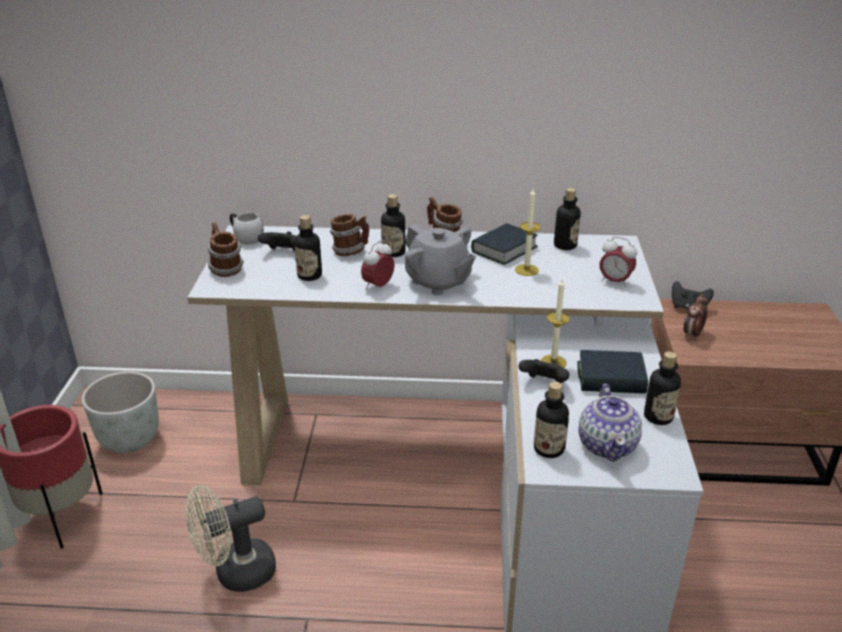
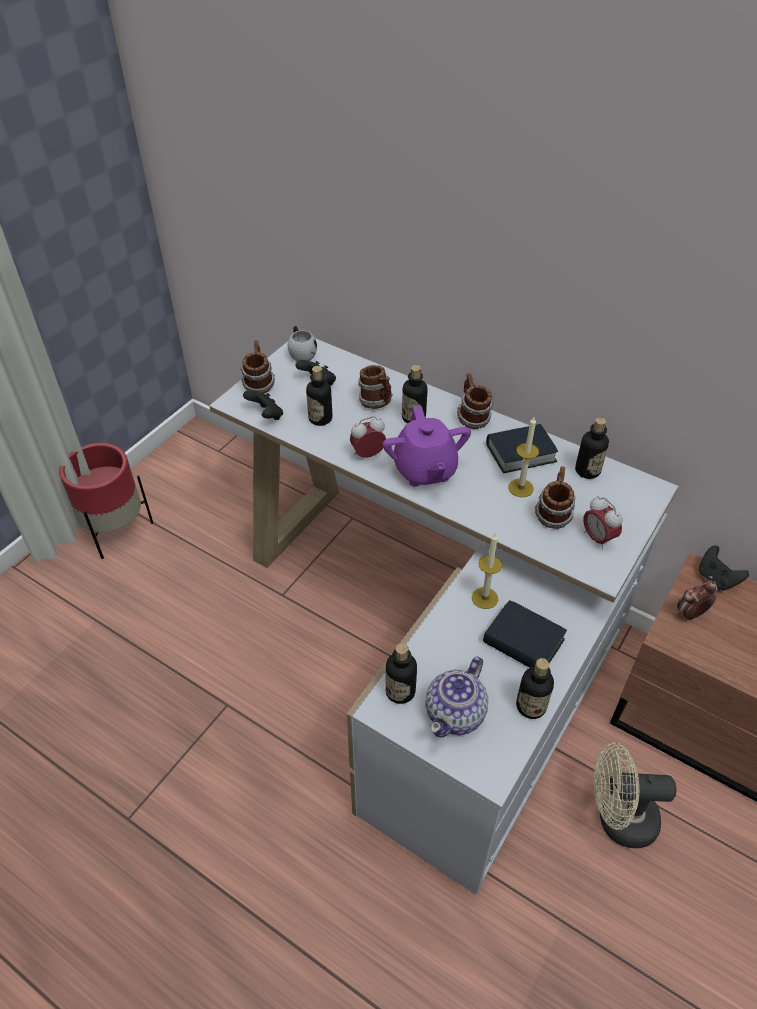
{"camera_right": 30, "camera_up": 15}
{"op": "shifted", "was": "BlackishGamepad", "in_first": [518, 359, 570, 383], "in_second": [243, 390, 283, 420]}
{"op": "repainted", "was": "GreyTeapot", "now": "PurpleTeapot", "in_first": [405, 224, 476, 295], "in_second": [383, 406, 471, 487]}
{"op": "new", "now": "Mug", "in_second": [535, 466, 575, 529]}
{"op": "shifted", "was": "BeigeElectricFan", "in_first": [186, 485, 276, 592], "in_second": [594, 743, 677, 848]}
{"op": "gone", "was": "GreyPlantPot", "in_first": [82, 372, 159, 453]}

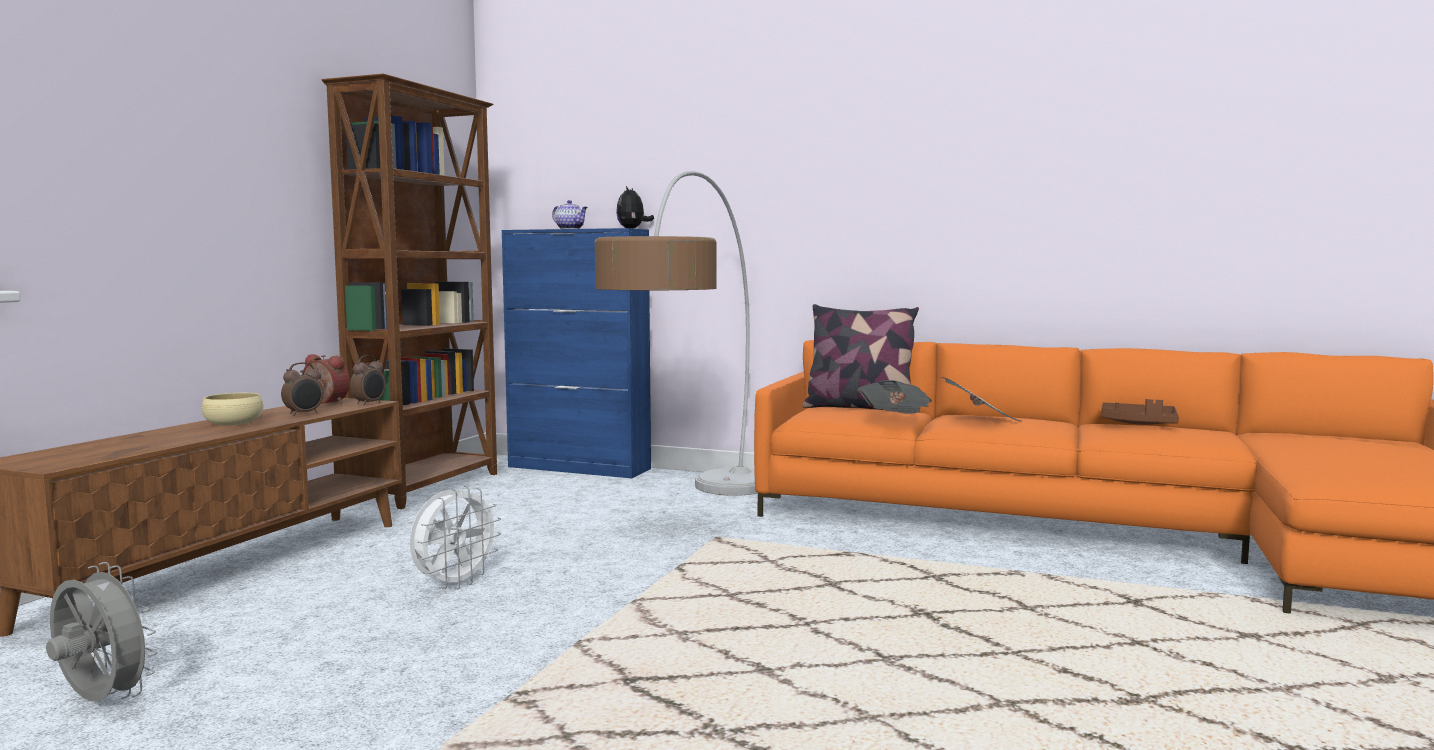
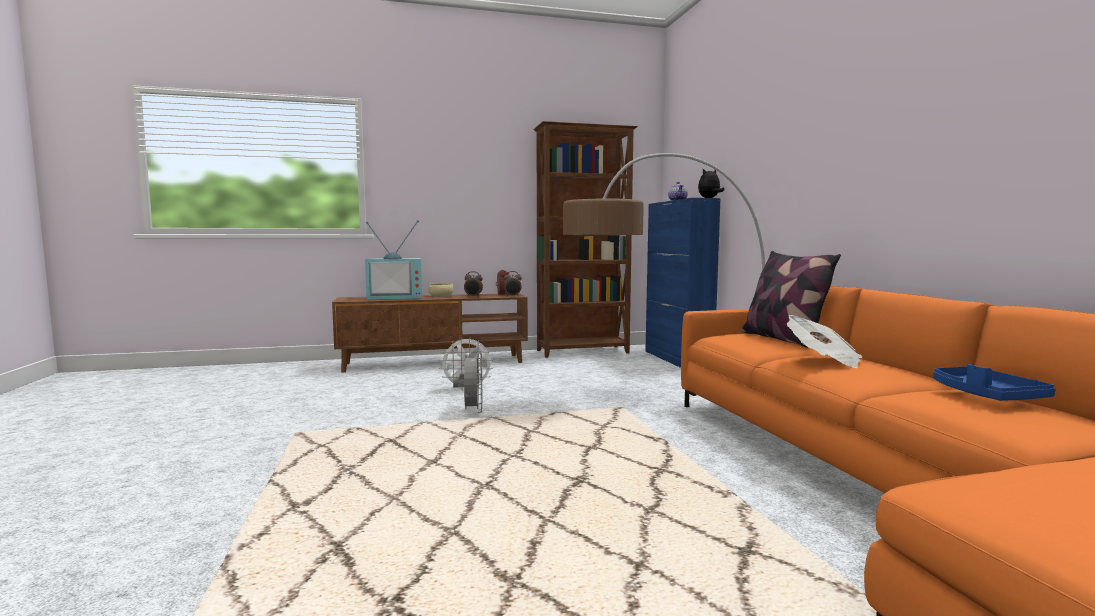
{"camera_right": 55, "camera_up": 0}
{"op": "new", "now": "Tv", "in_second": [365, 220, 422, 300]}
{"op": "shifted", "was": "GreyElectricFan", "in_first": [46, 562, 158, 701], "in_second": [453, 351, 483, 413]}
{"op": "repainted", "was": "BrownishTray", "now": "BlueTray", "in_first": [1101, 399, 1179, 425], "in_second": [933, 364, 1056, 401]}
{"op": "gone", "was": "Newspaper", "in_first": [857, 380, 932, 414]}

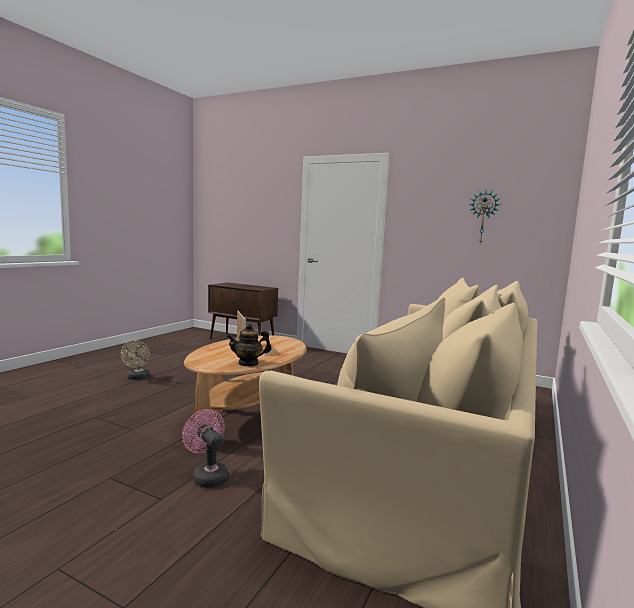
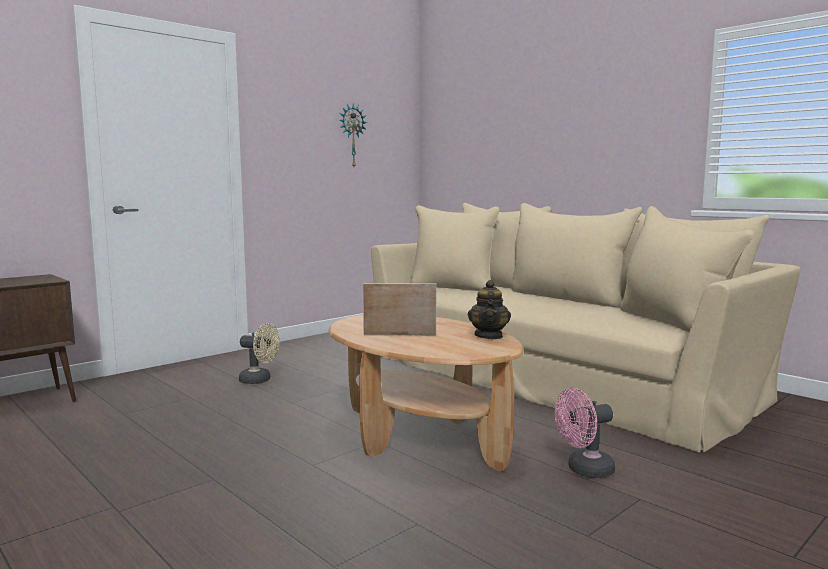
{"camera_right": -70, "camera_up": 0}
{"op": "shifted", "was": "BeigeElectricFan", "in_first": [120, 340, 150, 380], "in_second": [239, 323, 280, 384]}

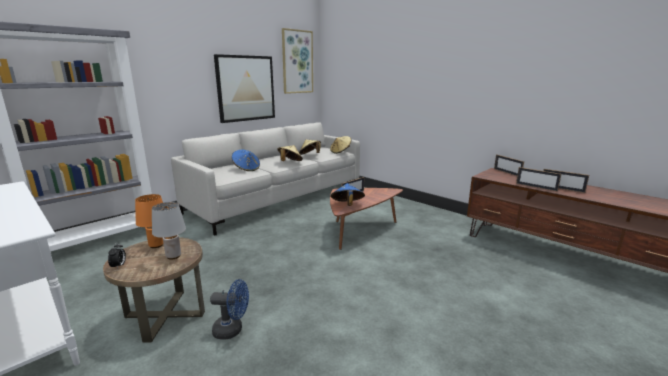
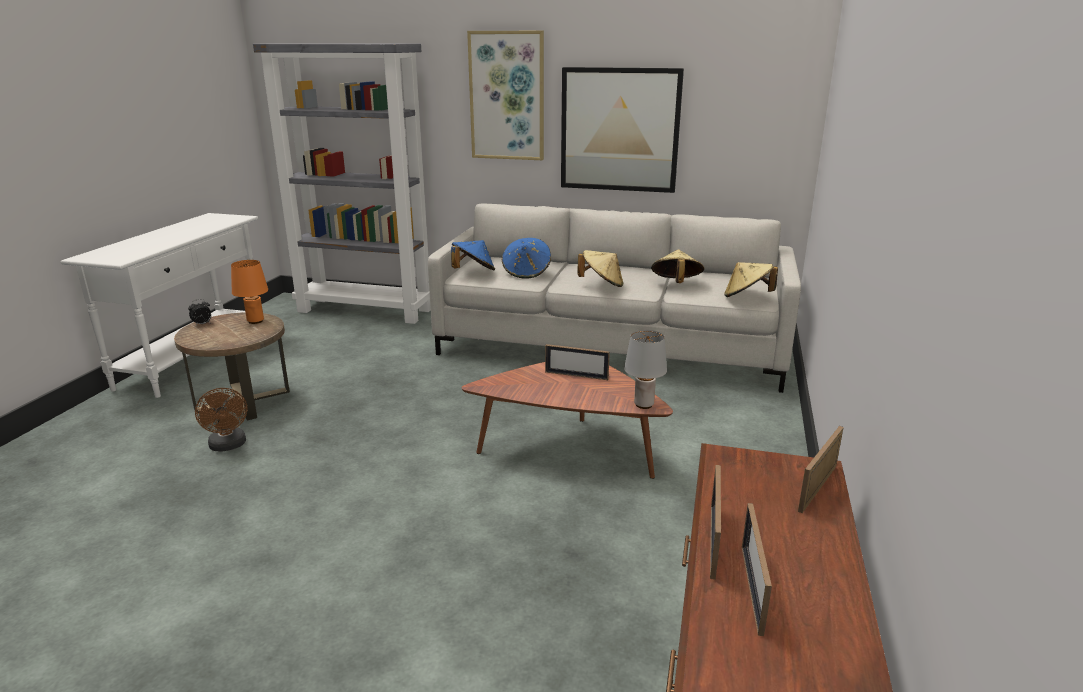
{"camera_right": 60, "camera_up": 5}
{"op": "repainted", "was": "BlueElectricFan", "now": "BrownishElectricFan", "in_first": [210, 279, 249, 340], "in_second": [195, 388, 248, 452]}
{"op": "shifted", "was": "BlueHat", "in_first": [331, 183, 365, 206], "in_second": [451, 240, 495, 270]}
{"op": "shifted", "was": "Picture", "in_first": [282, 28, 313, 94], "in_second": [467, 31, 544, 160]}
{"op": "shifted", "was": "GreyTabletopLamp", "in_first": [152, 202, 186, 260], "in_second": [624, 330, 667, 409]}

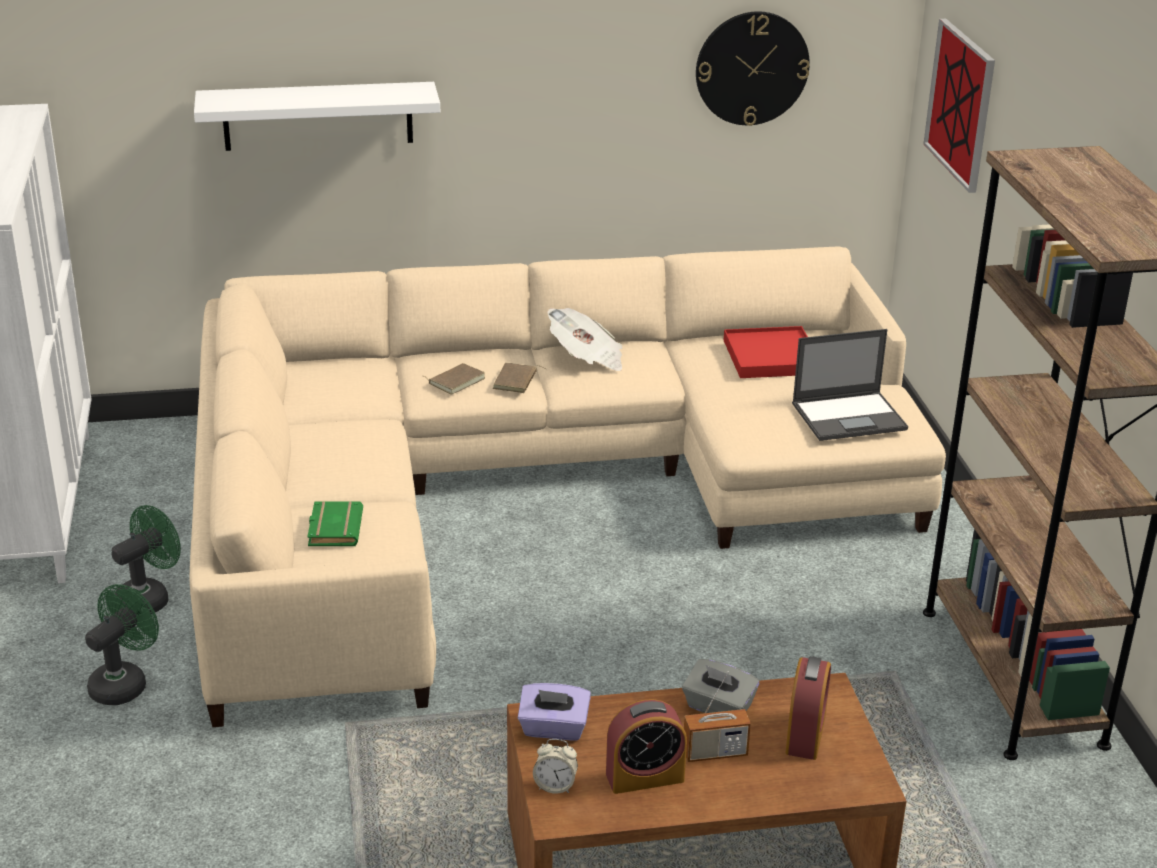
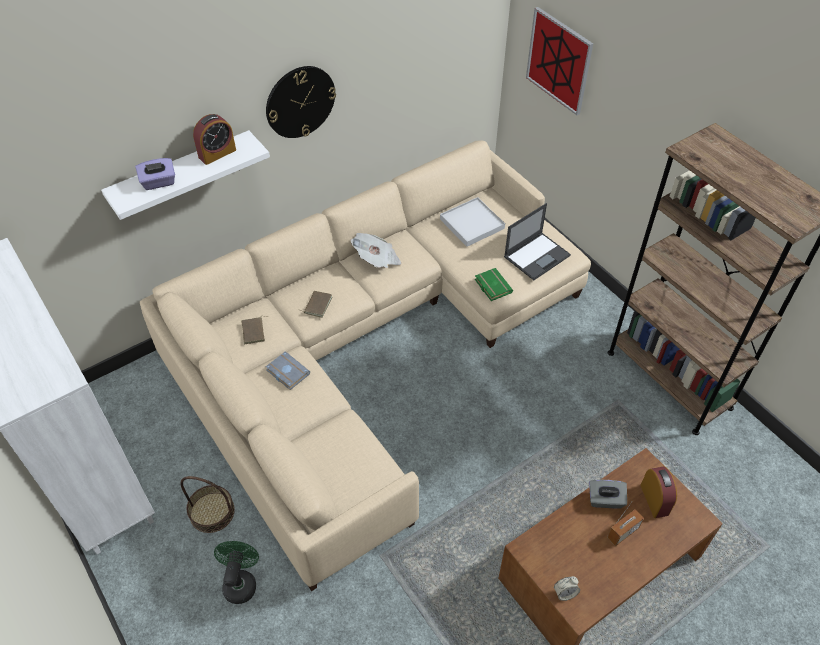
{"camera_right": -25, "camera_up": 20}
{"op": "shifted", "was": "PurpleTissueBox", "in_first": [518, 683, 591, 740], "in_second": [135, 158, 175, 190]}
{"op": "swapped", "was": "GreenColouredElectricFan", "now": "HouseholdBasket", "in_first": [111, 505, 181, 615], "in_second": [180, 476, 235, 533]}
{"op": "shifted", "was": "BedsideClock", "in_first": [606, 699, 687, 794], "in_second": [193, 114, 236, 165]}
{"op": "shifted", "was": "BrownishVolume", "in_first": [493, 362, 546, 393], "in_second": [241, 316, 268, 344]}
{"op": "shifted", "was": "ClockOnTheWall", "in_first": [696, 11, 810, 126], "in_second": [266, 66, 336, 138]}
{"op": "new", "now": "GreyVolume", "in_second": [266, 352, 310, 390]}
{"op": "repainted", "was": "ReddishTray", "now": "WhiteColouredTray", "in_first": [724, 326, 808, 378], "in_second": [440, 197, 505, 247]}
{"op": "shifted", "was": "GreenColouredVolume", "in_first": [307, 501, 363, 546], "in_second": [475, 268, 513, 301]}

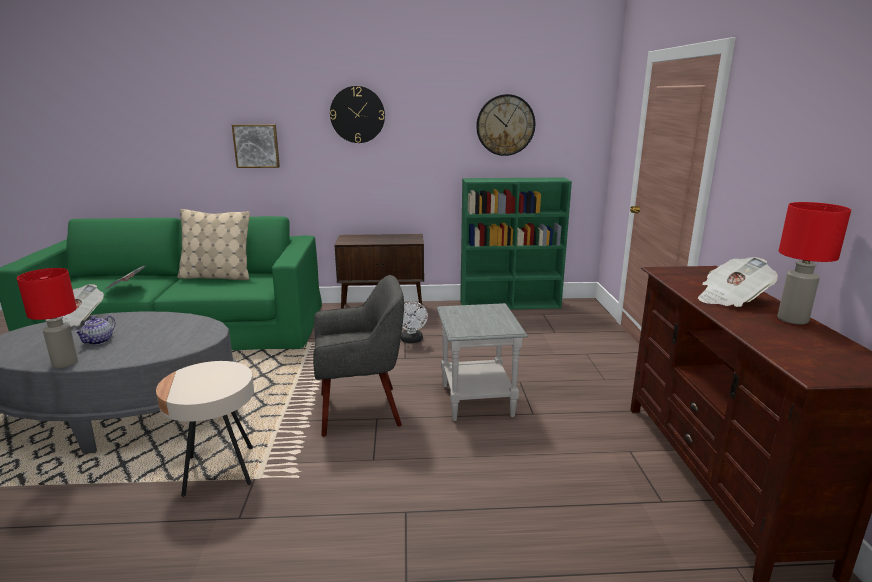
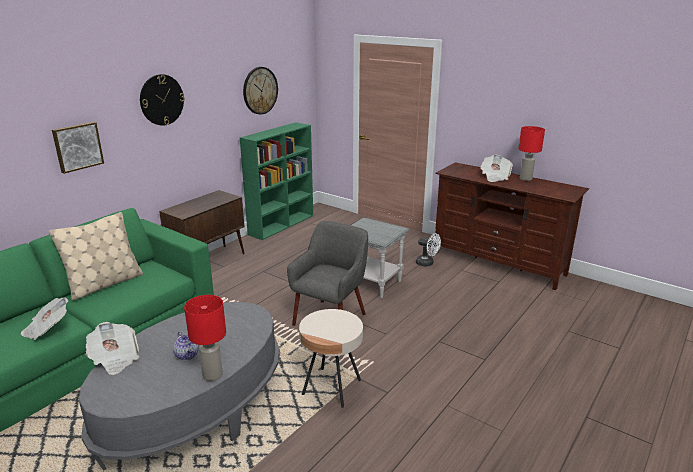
{"camera_right": -50, "camera_up": 5}
{"op": "shifted", "was": "WhiteColouredElectricFan", "in_first": [401, 302, 428, 343], "in_second": [416, 233, 441, 267]}

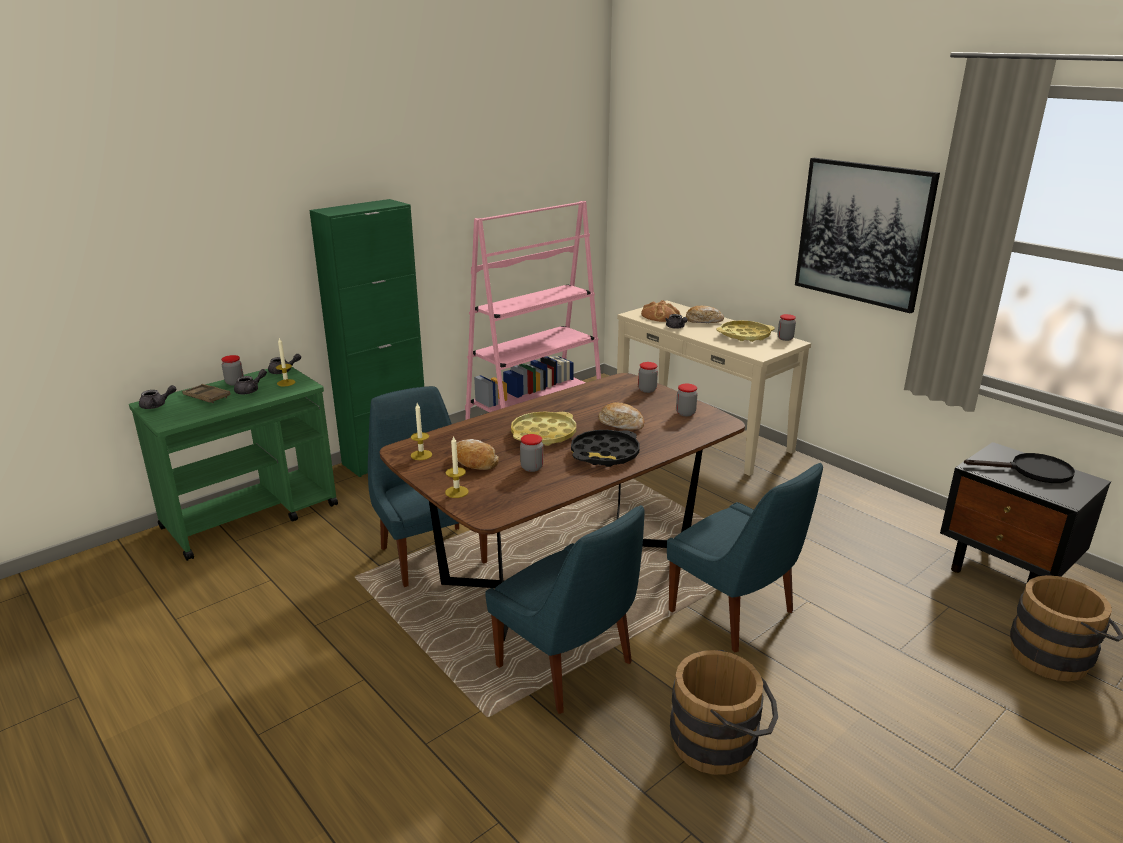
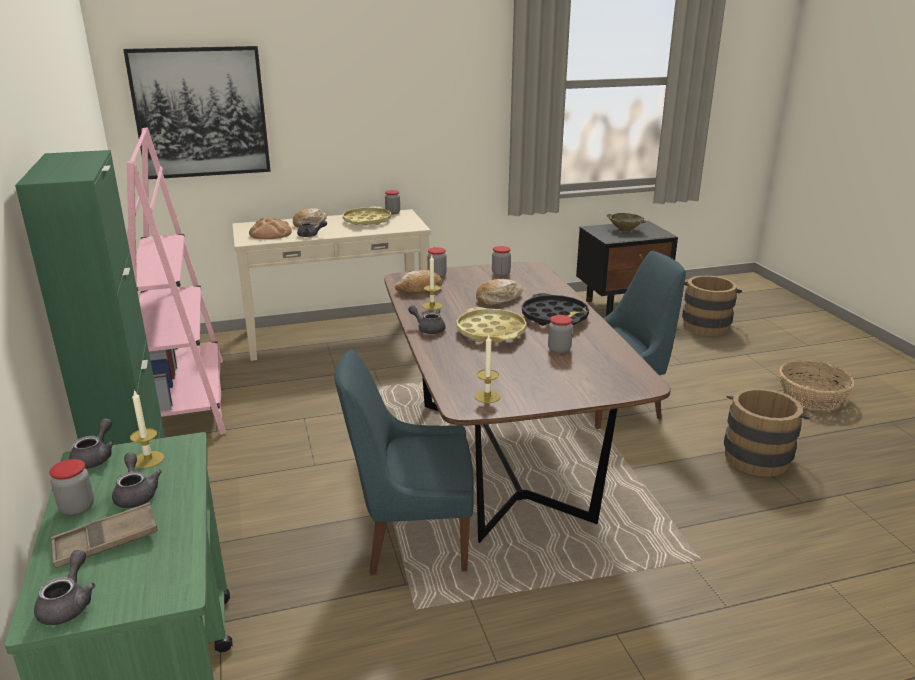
{"camera_right": -65, "camera_up": 0}
{"op": "shifted", "was": "Picture", "in_first": [795, 158, 940, 313], "in_second": [123, 46, 271, 179]}
{"op": "shifted", "was": "BakeryBread", "in_first": [457, 439, 499, 470], "in_second": [395, 270, 442, 293]}
{"op": "new", "now": "GreyTeapot", "in_second": [408, 305, 446, 334]}
{"op": "shifted", "was": "Candle", "in_first": [445, 436, 469, 498], "in_second": [422, 255, 442, 310]}
{"op": "swapped", "was": "BlackishSkillet", "now": "BeigeBowl", "in_first": [964, 453, 1075, 483], "in_second": [607, 213, 646, 232]}
{"op": "new", "now": "HouseholdBasket", "in_second": [779, 360, 855, 410]}
{"op": "gone", "was": "BlueChair", "in_first": [485, 505, 644, 714]}

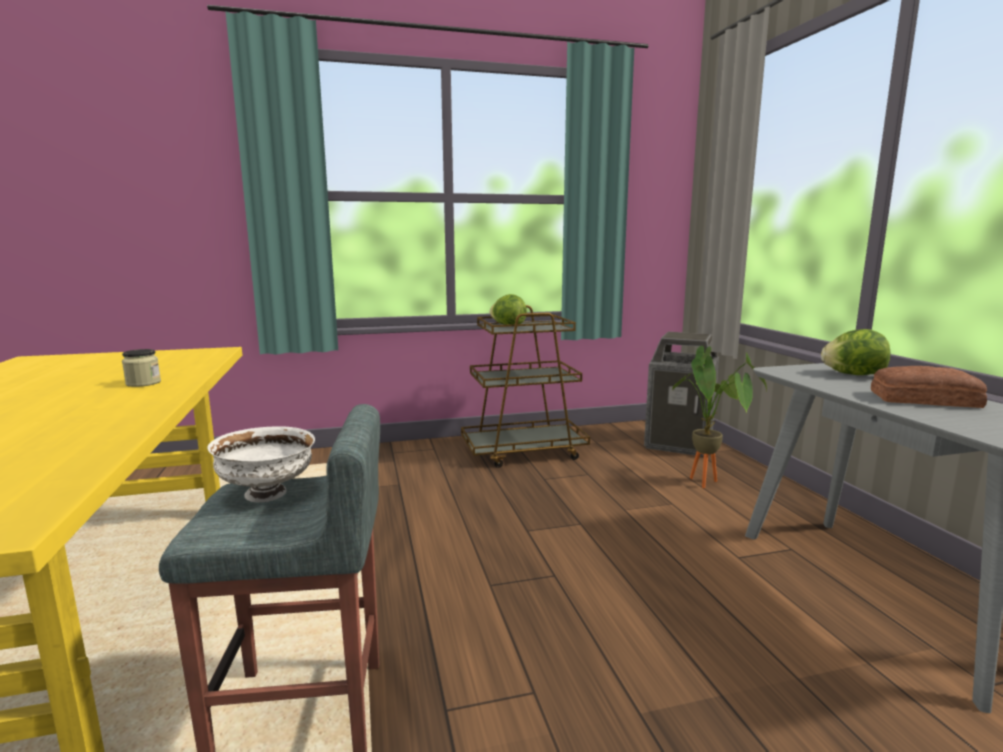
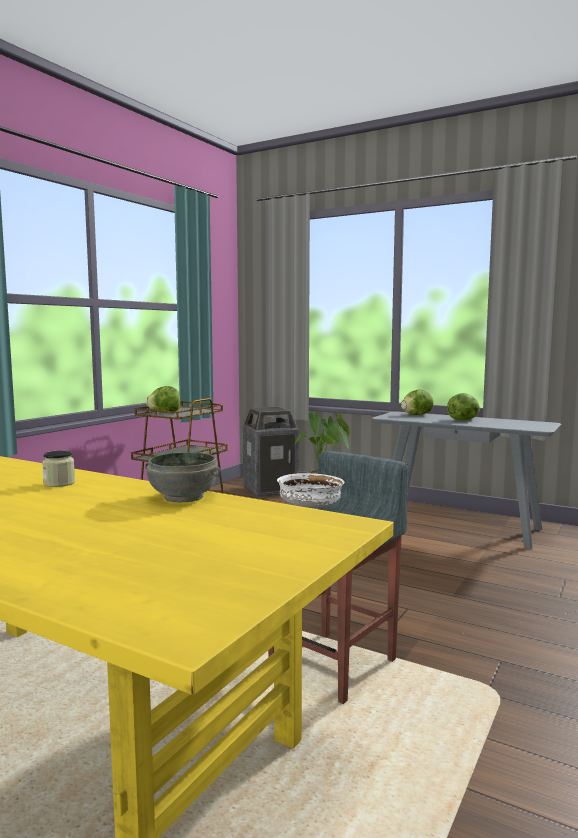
{"camera_right": -45, "camera_up": -5}
{"op": "new", "now": "GreyBowl", "in_second": [145, 452, 222, 503]}
{"op": "swapped", "was": "BakeryBread", "now": "Lettuce", "in_first": [871, 366, 987, 408], "in_second": [447, 393, 480, 420]}

